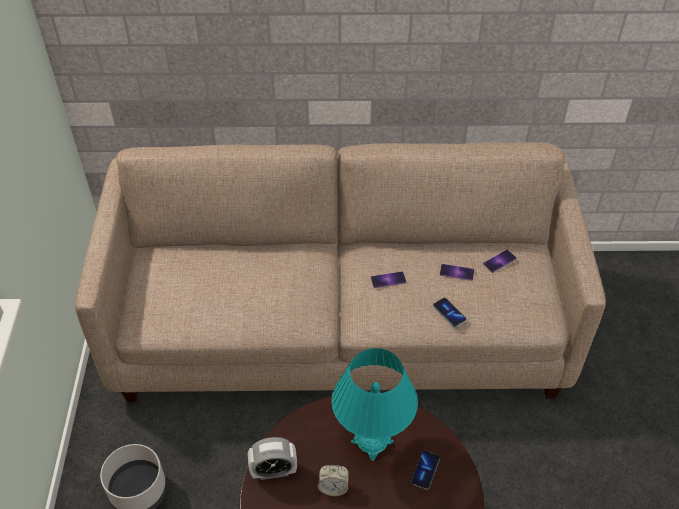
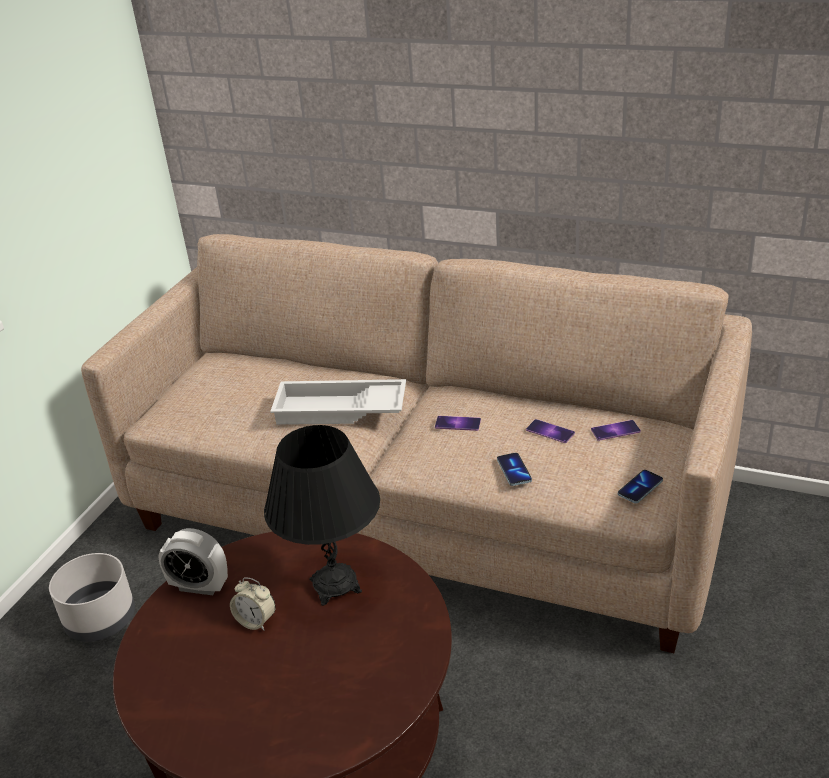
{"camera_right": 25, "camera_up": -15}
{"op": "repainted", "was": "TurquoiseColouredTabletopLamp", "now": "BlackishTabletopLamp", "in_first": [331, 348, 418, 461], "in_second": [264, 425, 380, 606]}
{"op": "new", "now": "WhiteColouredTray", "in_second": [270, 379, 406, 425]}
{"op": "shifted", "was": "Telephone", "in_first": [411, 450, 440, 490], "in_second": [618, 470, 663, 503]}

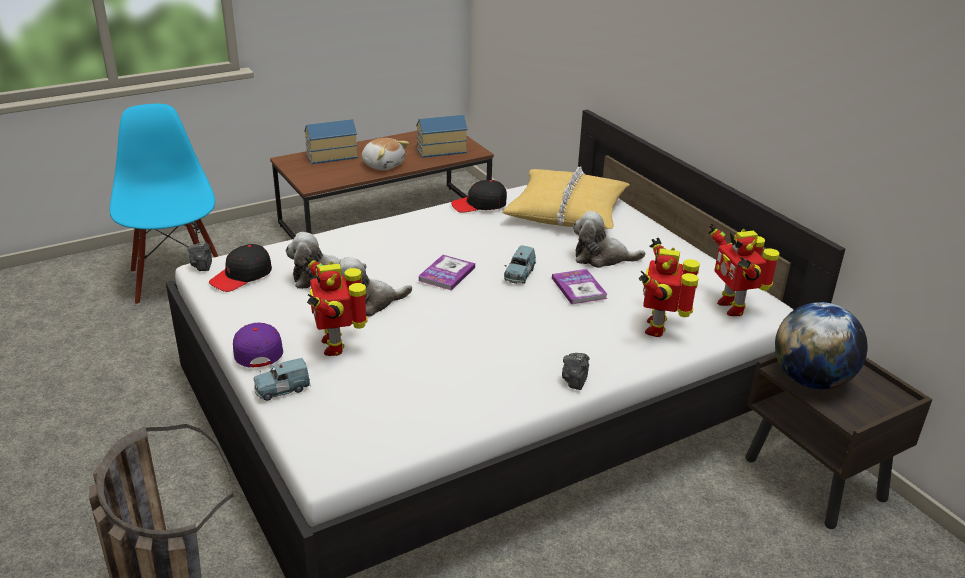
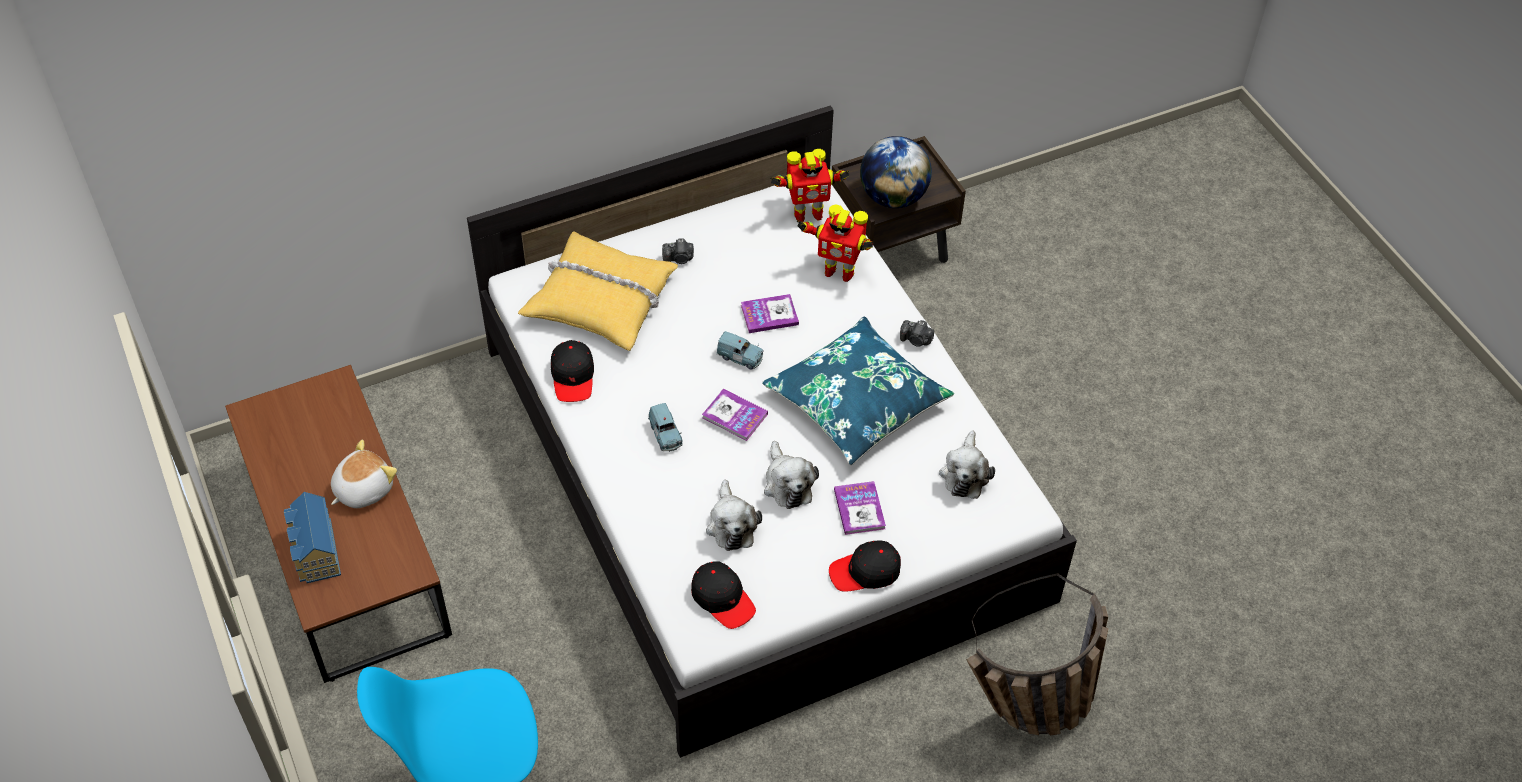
{"camera_right": -85, "camera_up": 20}
{"op": "shifted", "was": "BlueModelCar", "in_first": [254, 358, 311, 401], "in_second": [648, 403, 683, 452]}
{"op": "shifted", "was": "PhotoCamera", "in_first": [188, 242, 212, 271], "in_second": [662, 238, 694, 264]}
{"op": "new", "now": "BlueCushion", "in_second": [762, 317, 954, 465]}
{"op": "repainted", "was": "PurpleBaseballCap", "now": "BlackishBaseballCap", "in_first": [233, 323, 283, 368], "in_second": [829, 540, 901, 592]}
{"op": "swapped", "was": "ModelRobot", "now": "Volume", "in_first": [304, 254, 368, 356], "in_second": [834, 481, 886, 535]}
{"op": "shifted", "was": "CuddlyToy", "in_first": [573, 211, 645, 268], "in_second": [939, 430, 995, 499]}
{"op": "gone", "was": "ModelHouse", "in_first": [416, 114, 467, 158]}

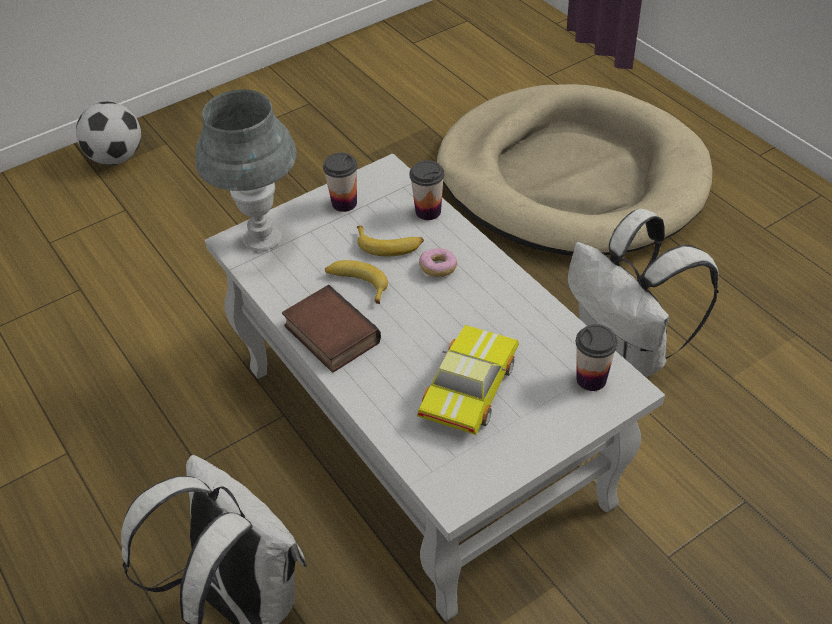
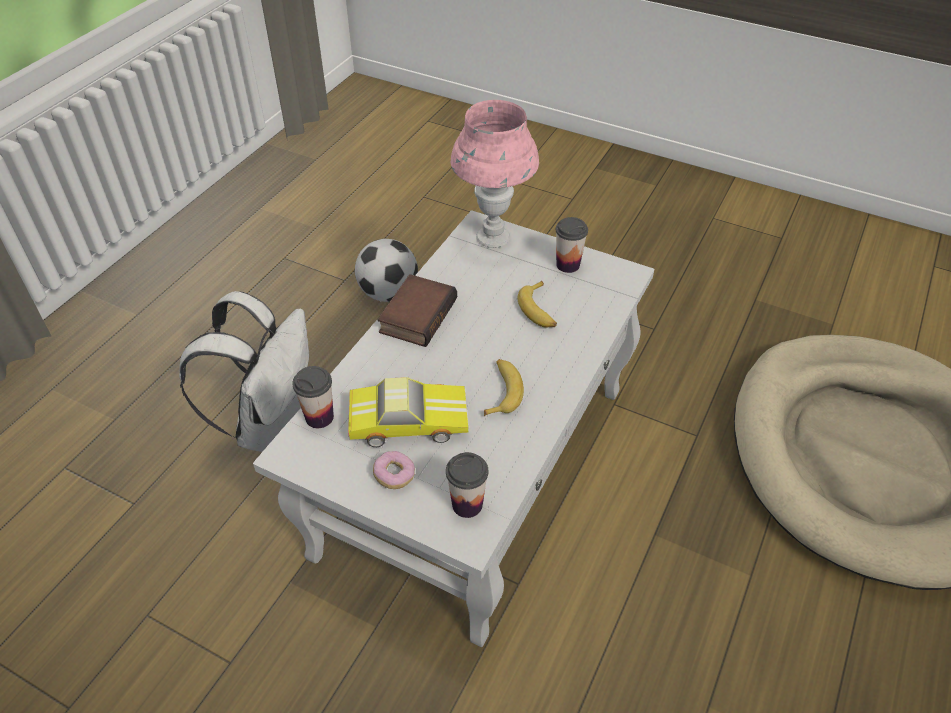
{"camera_right": 60, "camera_up": 0}
{"op": "shifted", "was": "DrinkingCup", "in_first": [409, 160, 445, 220], "in_second": [292, 366, 334, 428]}
{"op": "shifted", "was": "Football", "in_first": [76, 102, 141, 165], "in_second": [355, 239, 418, 302]}
{"op": "shifted", "was": "Doughnut", "in_first": [419, 248, 457, 277], "in_second": [373, 451, 415, 489]}
{"op": "repainted", "was": "GreyTabletopLamp", "now": "PinkTabletopLamp", "in_first": [195, 89, 297, 251], "in_second": [451, 100, 539, 248]}
{"op": "shifted", "was": "BananaFruit", "in_first": [325, 260, 388, 304], "in_second": [484, 359, 524, 416]}
{"op": "gone", "was": "WhiteColouredKnapsack", "in_first": [568, 209, 718, 377]}

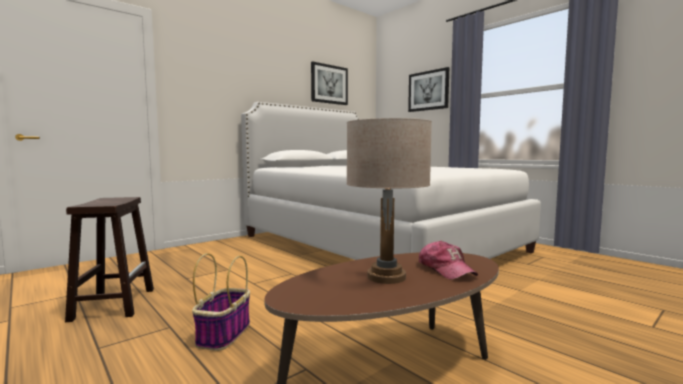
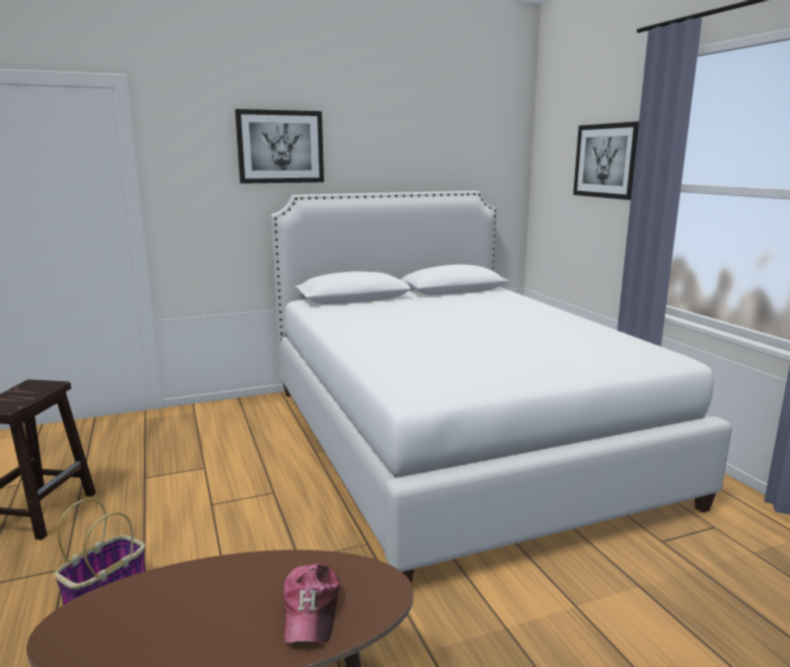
{"camera_right": 20, "camera_up": 10}
{"op": "shifted", "was": "Picture", "in_first": [311, 61, 348, 105], "in_second": [235, 109, 324, 184]}
{"op": "gone", "was": "BeigeTabletopLamp", "in_first": [347, 118, 432, 284]}

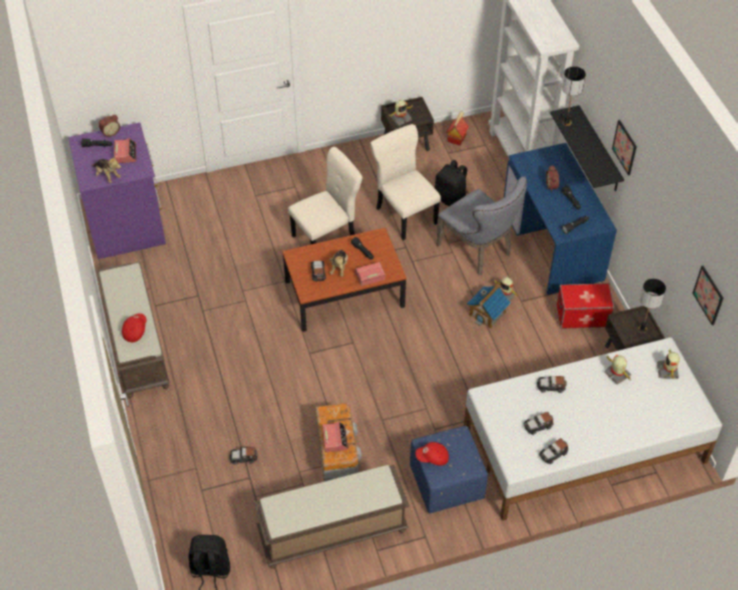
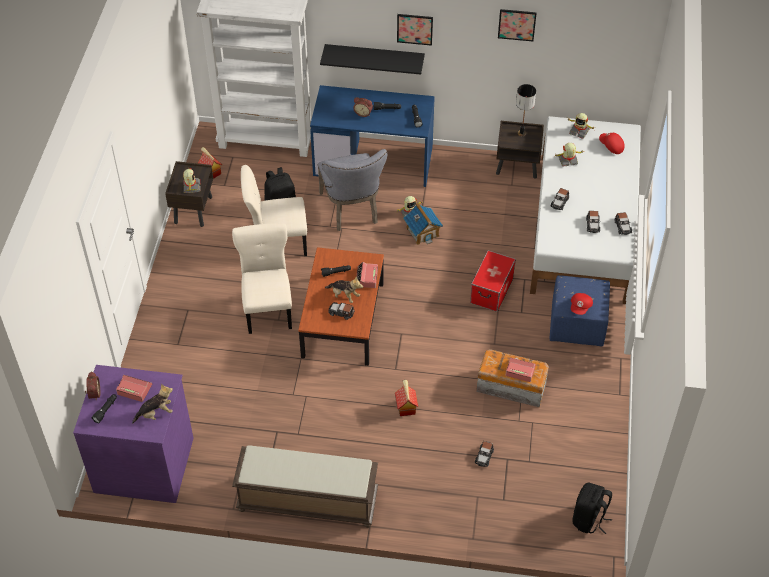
{"camera_right": -65, "camera_up": 0}
{"op": "rotated", "was": "GreyChair", "in_first": [436, 176, 527, 275], "in_second": [318, 149, 387, 231], "clockwise": 90}
{"op": "new", "now": "ModelHouse", "in_second": [395, 380, 418, 416]}
{"op": "shifted", "was": "StorageBox", "in_first": [557, 283, 614, 329], "in_second": [470, 250, 516, 312]}
{"op": "shifted", "was": "Picture", "in_first": [693, 266, 723, 325], "in_second": [498, 9, 537, 41]}
{"op": "shifted", "was": "ReddishBaseballCap", "in_first": [122, 313, 147, 342], "in_second": [599, 133, 625, 154]}
{"op": "gone", "was": "BrownishIndoorBench", "in_first": [253, 465, 409, 569]}
{"op": "gone", "was": "TabletopLamp", "in_first": [562, 66, 586, 126]}

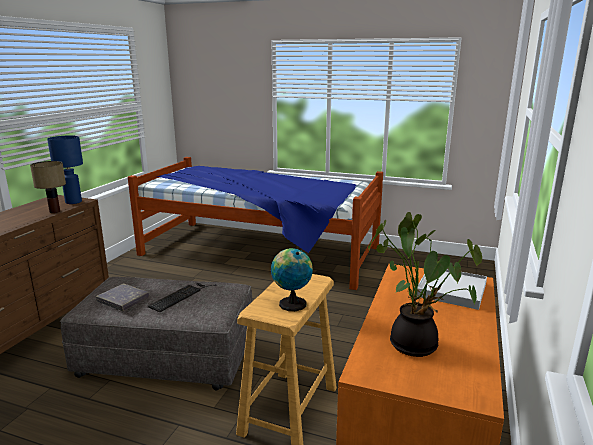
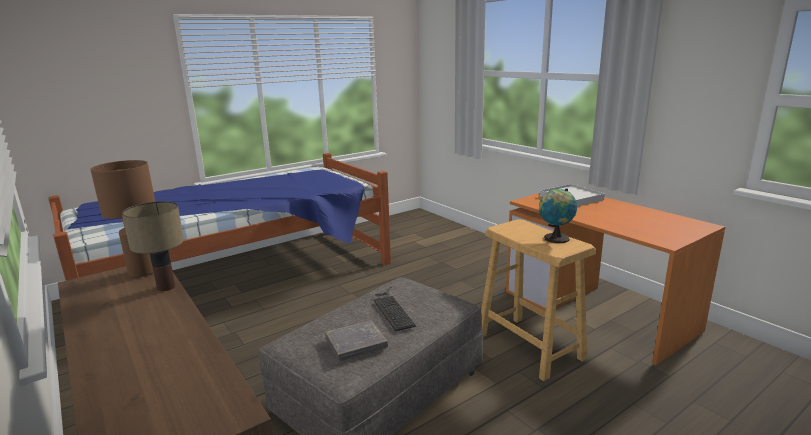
{"camera_right": -55, "camera_up": 0}
{"op": "repainted", "was": "BlueTabletopLamp", "now": "BrownishTabletopLamp", "in_first": [47, 136, 83, 204], "in_second": [90, 160, 155, 277]}
{"op": "gone", "was": "PottedPlant", "in_first": [368, 212, 482, 357]}

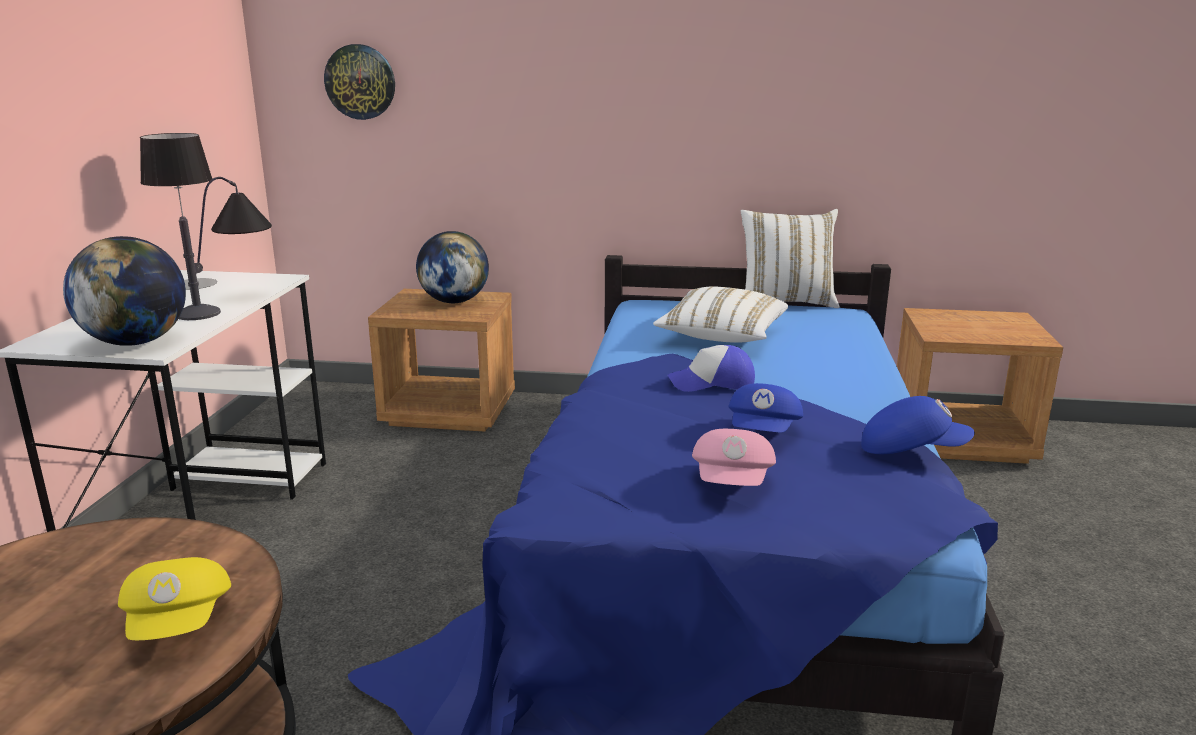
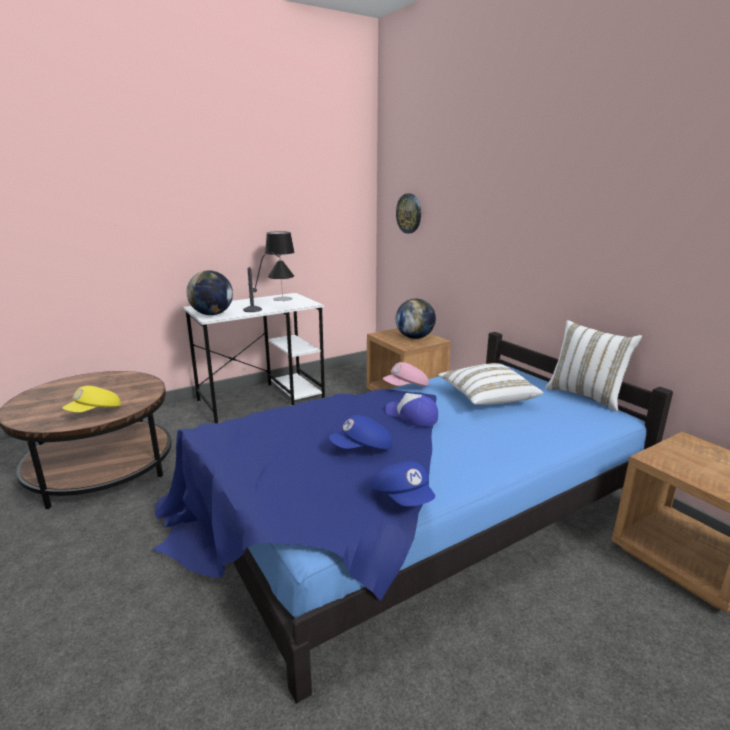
{"camera_right": 50, "camera_up": 0}
{"op": "shifted", "was": "PinkBaseballCap", "in_first": [692, 429, 776, 486], "in_second": [382, 362, 429, 386]}

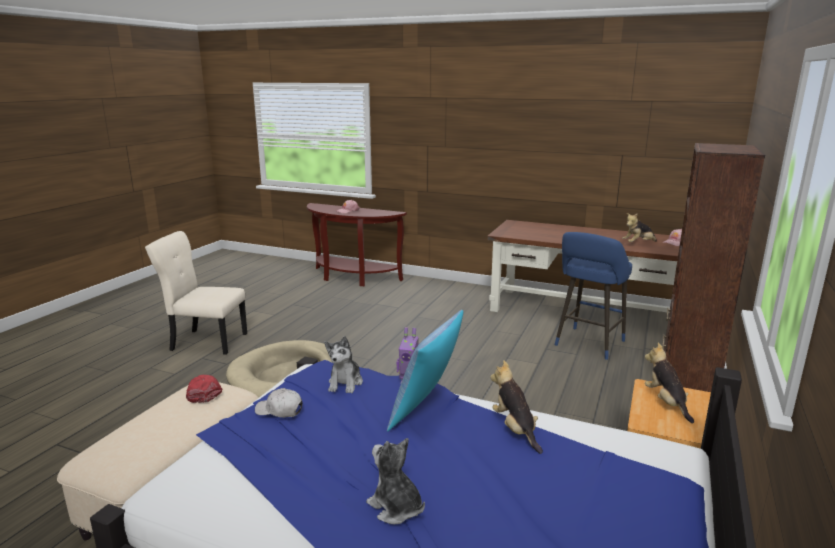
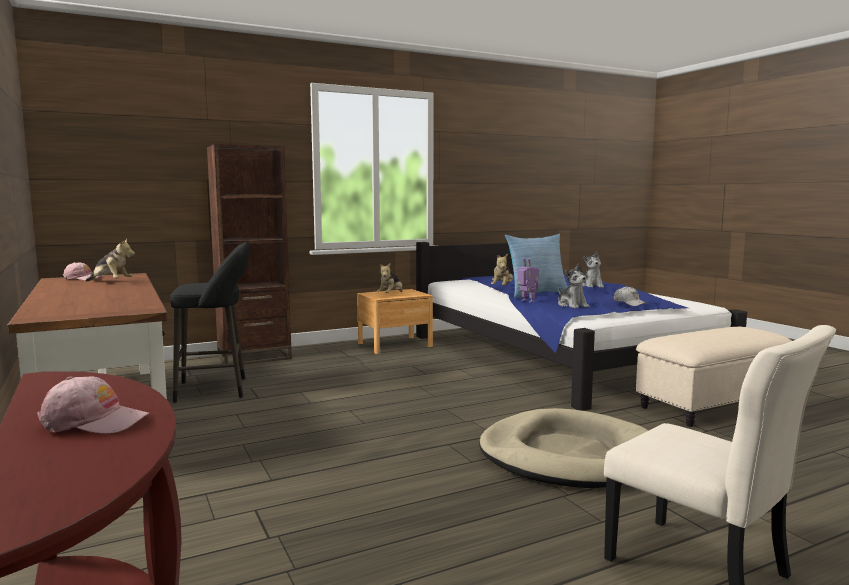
{"camera_right": -140, "camera_up": -10}
{"op": "repainted", "was": "BlueStool", "now": "BlackishStool", "in_first": [555, 232, 632, 360], "in_second": [171, 242, 249, 403]}
{"op": "rotated", "was": "CuddlyToy", "in_first": [325, 336, 363, 393], "in_second": [558, 264, 589, 308], "clockwise": 105}
{"op": "gone", "was": "ReddishBaseballCap", "in_first": [186, 375, 223, 403]}

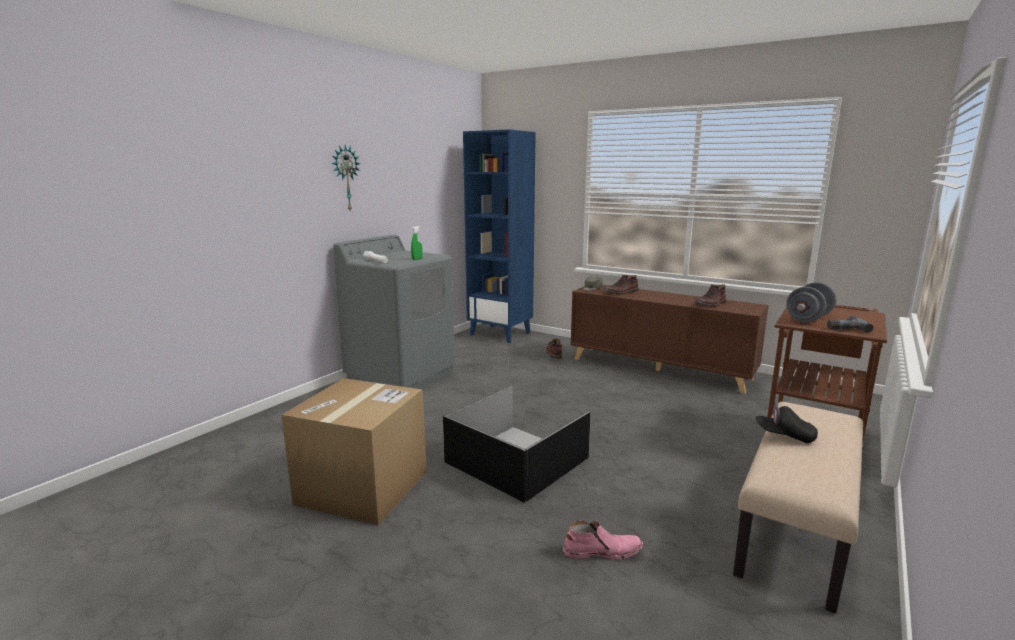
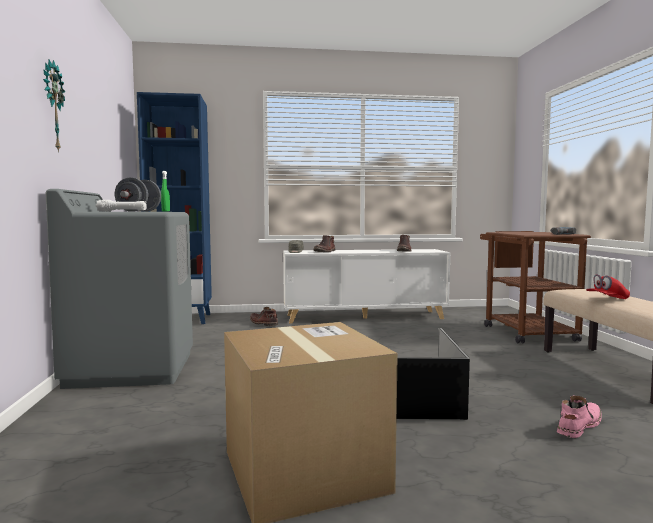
{"camera_right": -40, "camera_up": -10}
{"op": "shifted", "was": "GreyFreeWeight", "in_first": [786, 282, 837, 323], "in_second": [115, 178, 161, 212]}
{"op": "repainted", "was": "BrownishCabinet", "now": "WhiteColouredCabinet", "in_first": [571, 285, 769, 394], "in_second": [283, 249, 450, 324]}
{"op": "repainted", "was": "BlackishBaseballCap", "now": "ReddishBaseballCap", "in_first": [756, 401, 818, 443], "in_second": [586, 274, 630, 299]}

